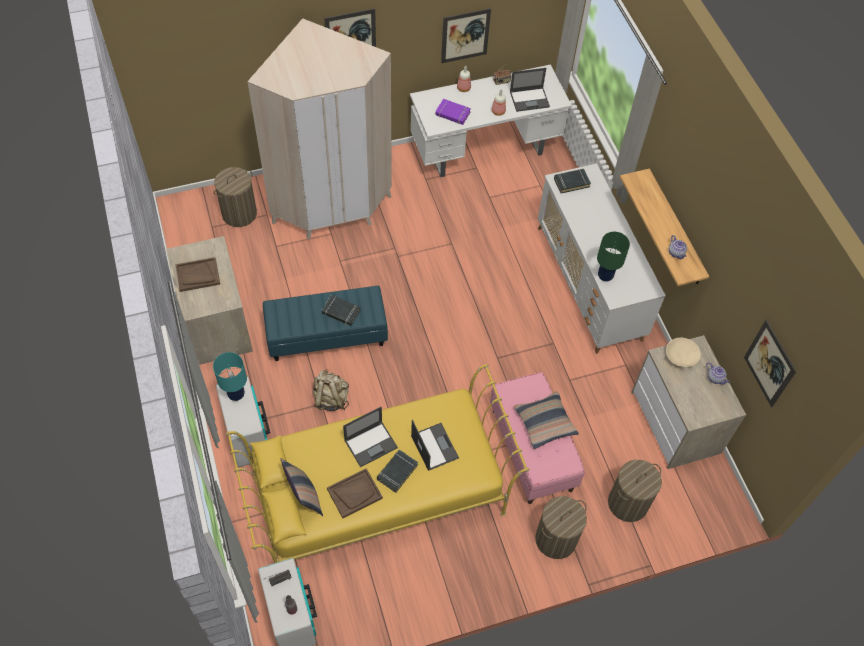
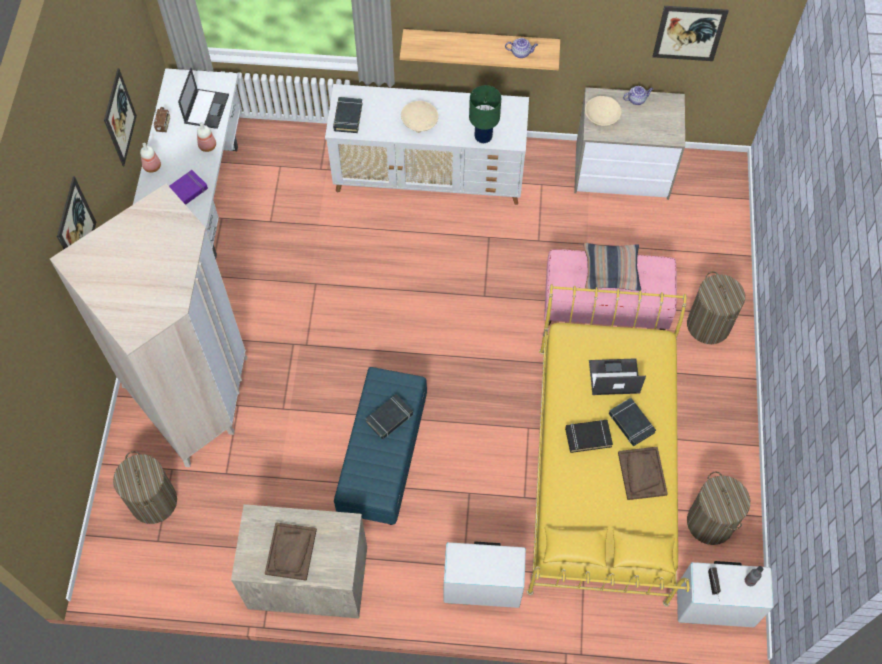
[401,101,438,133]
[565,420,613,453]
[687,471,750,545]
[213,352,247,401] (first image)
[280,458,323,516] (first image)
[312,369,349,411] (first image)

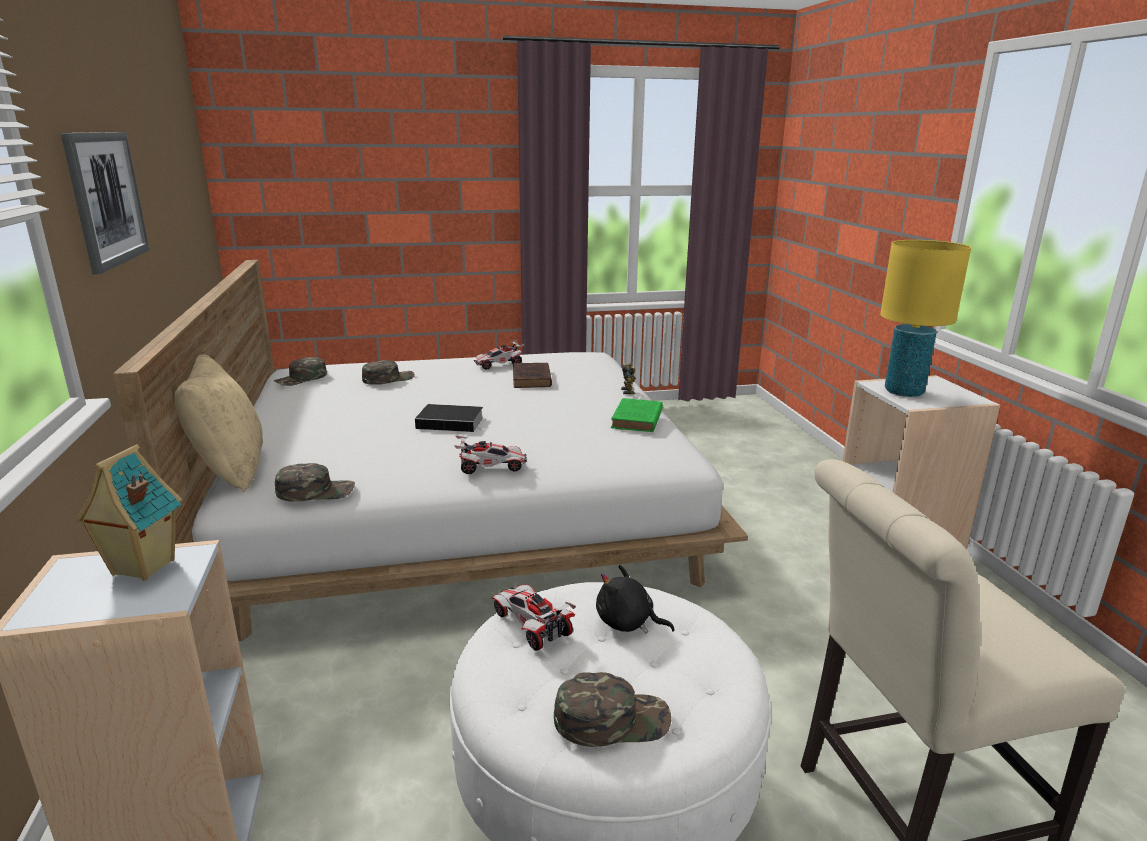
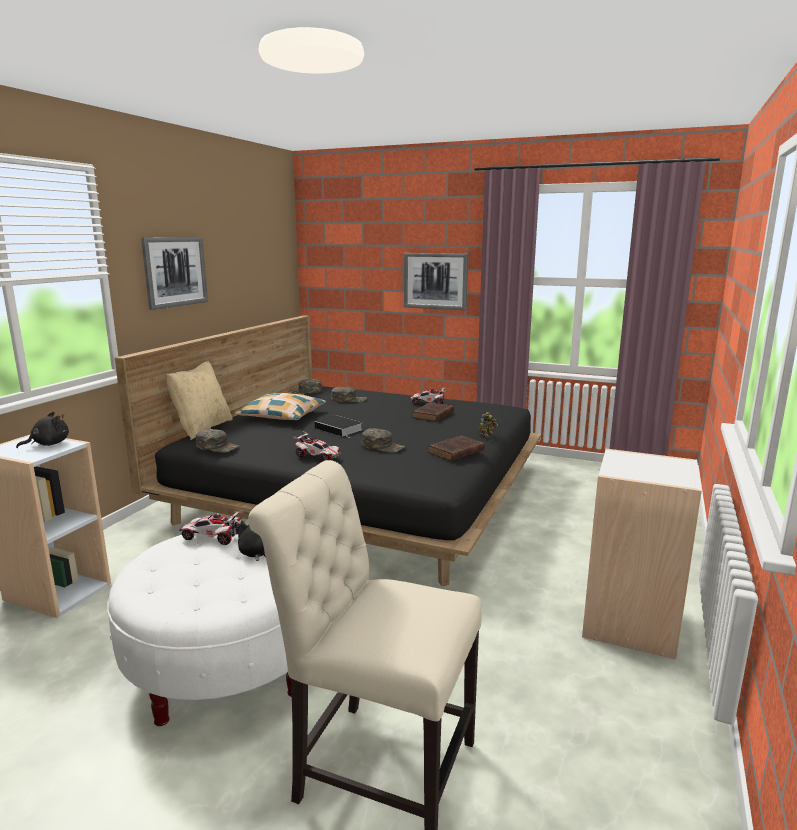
[16,412,69,448]
[115,315,541,586]
[179,510,244,545]
[235,393,326,420]
[361,428,405,453]
[404,253,468,310]
[428,435,485,461]
[880,240,971,397] (first image)

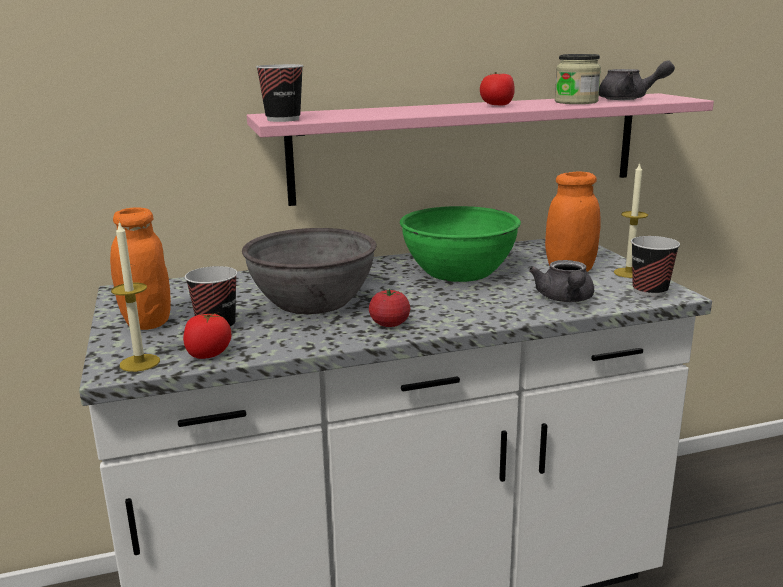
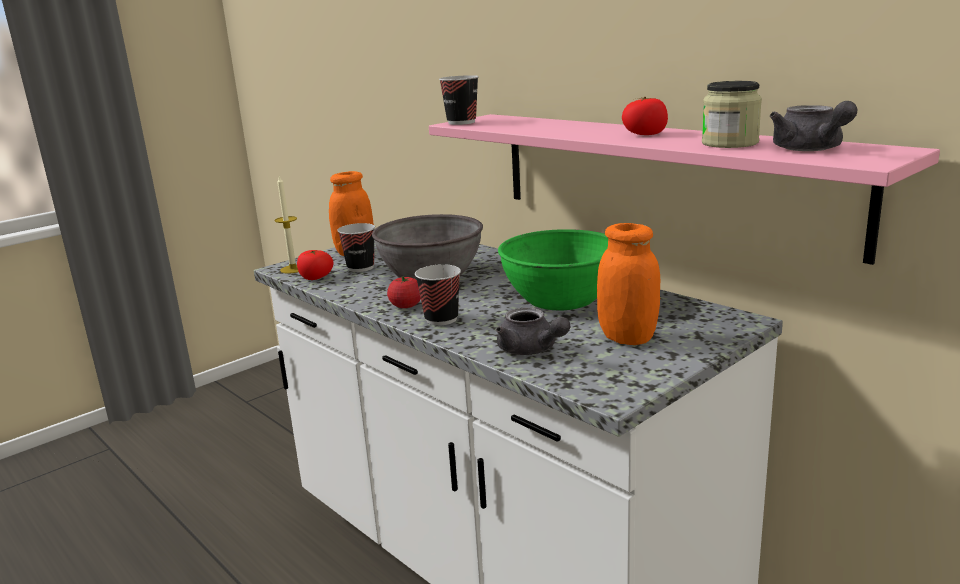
[415,264,461,325]
[496,307,570,355]
[614,163,648,278] (first image)

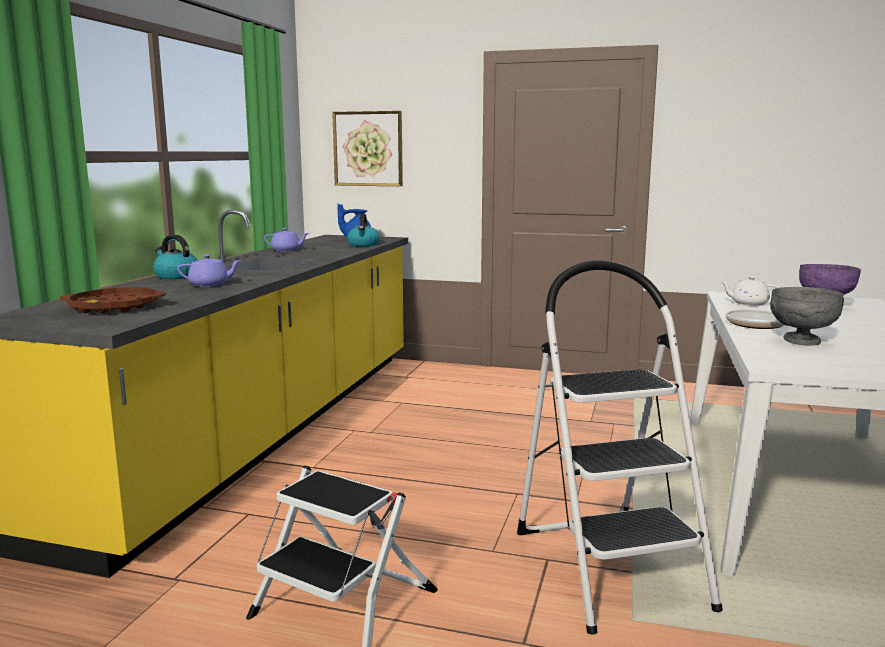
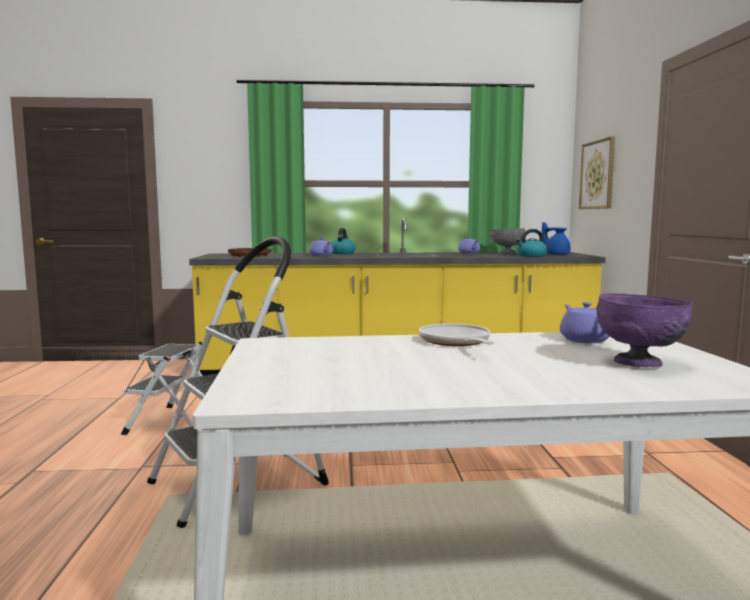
[491,228,525,254]
[560,302,610,343]

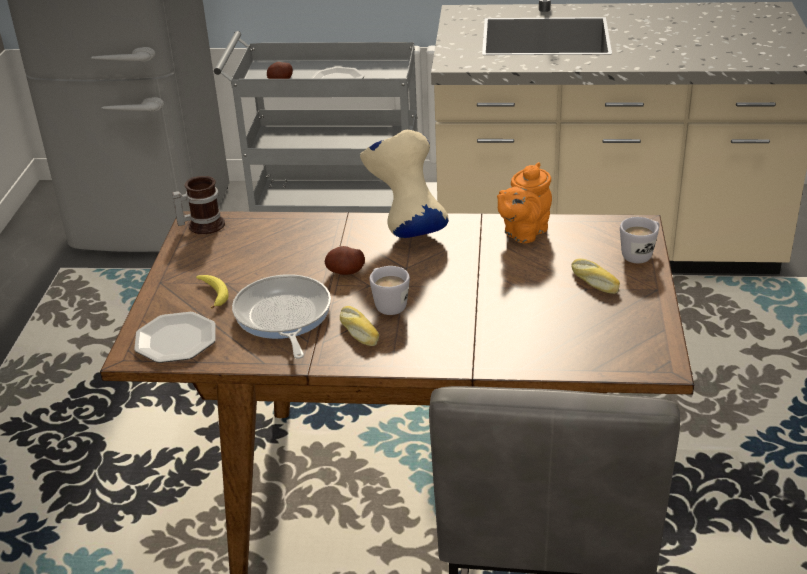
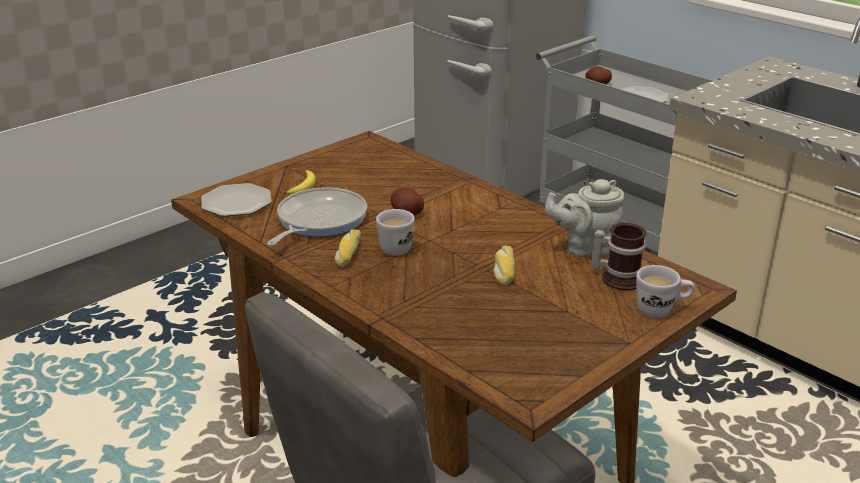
[493,246,515,286]
[545,179,624,257]
[591,223,646,290]
[360,130,449,238] (first image)

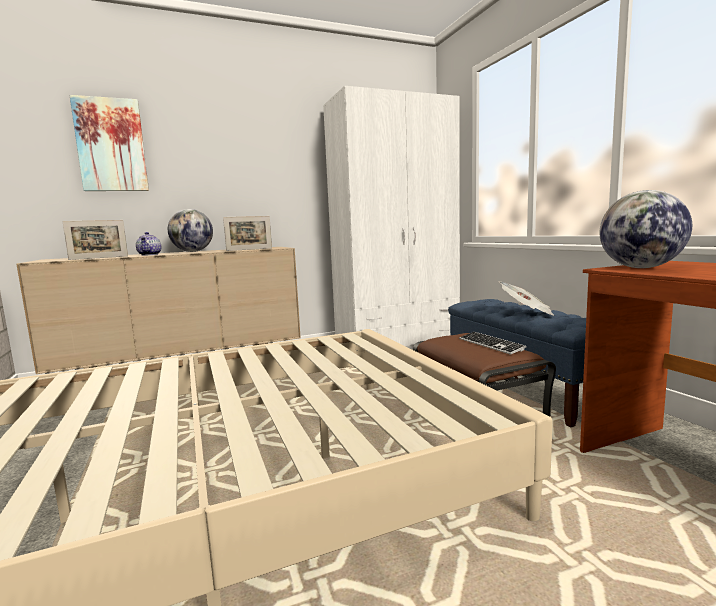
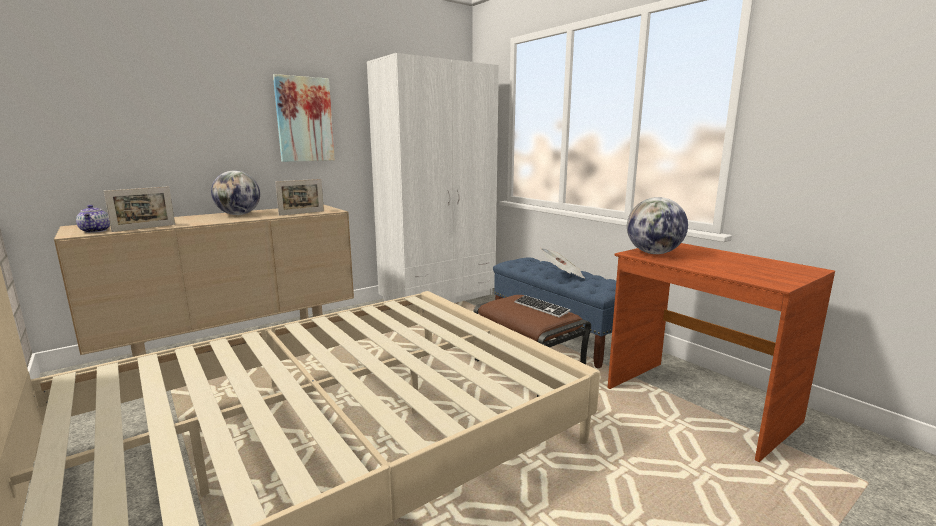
[76,205,110,233]
[273,74,335,162]

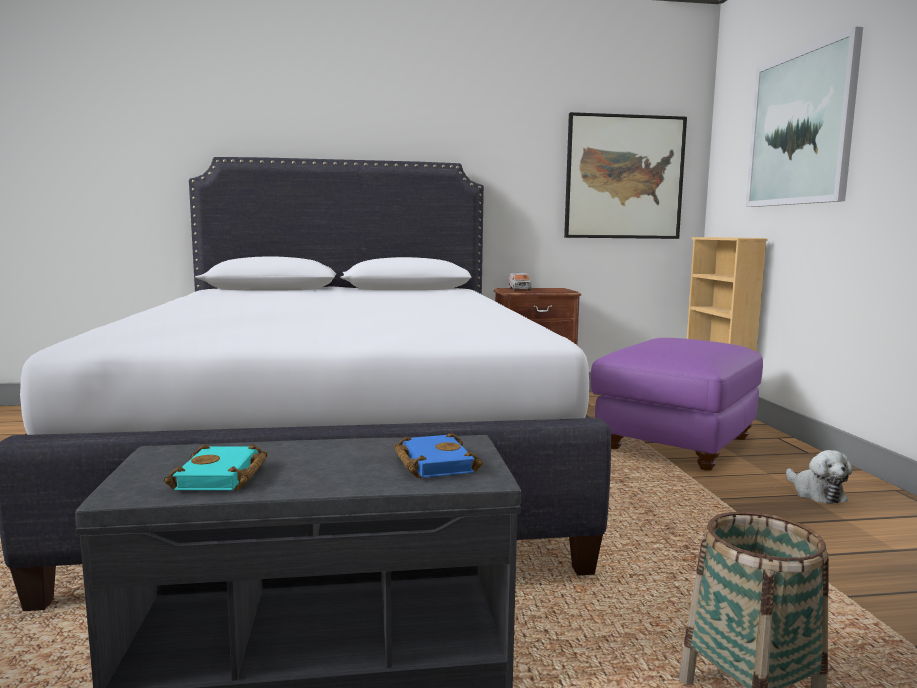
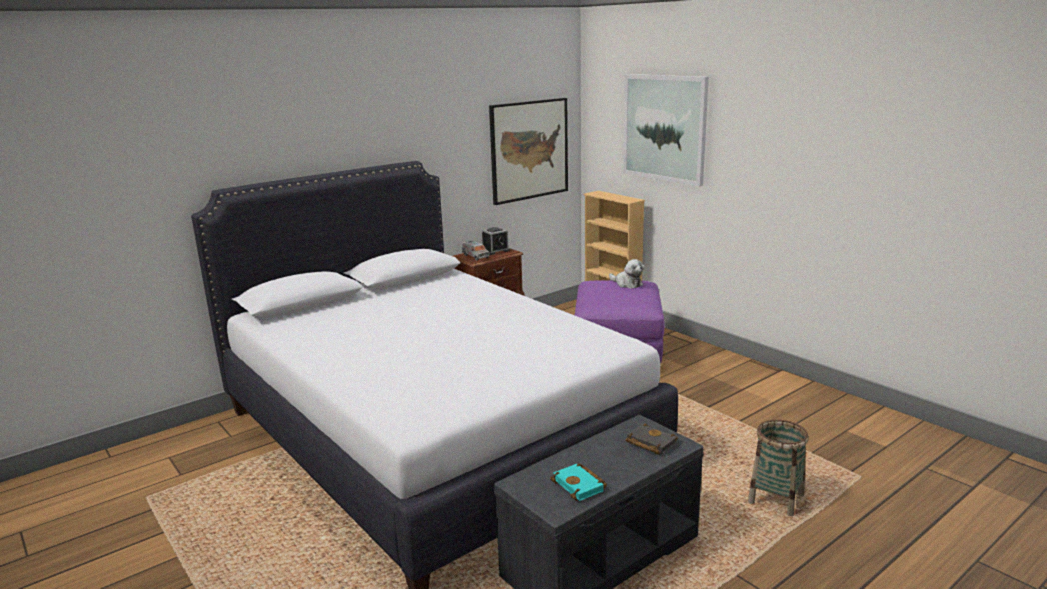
[482,227,510,255]
[609,259,644,288]
[626,424,678,455]

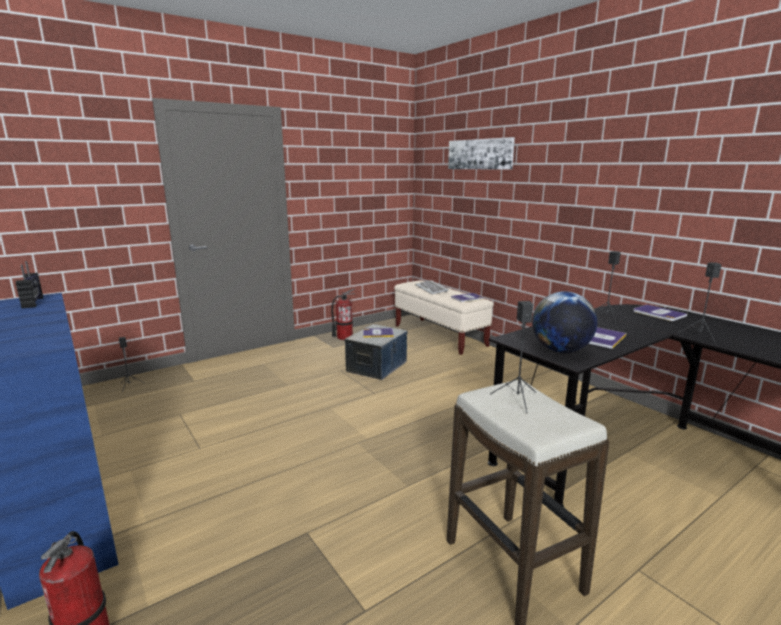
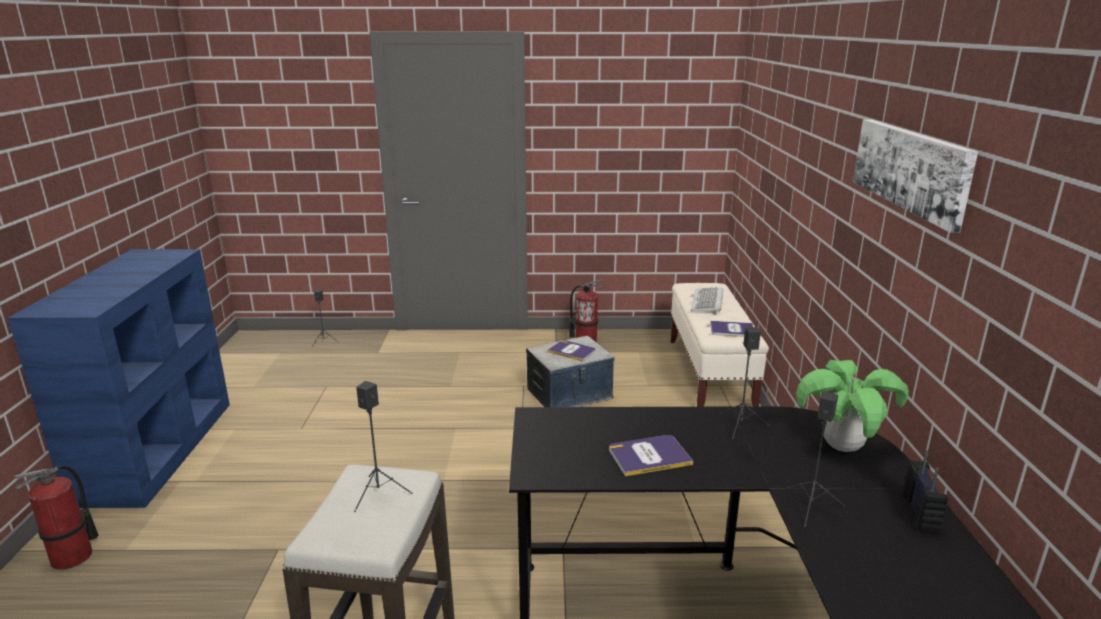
[796,360,909,452]
[853,119,978,232]
[902,450,948,535]
[532,291,597,353] (first image)

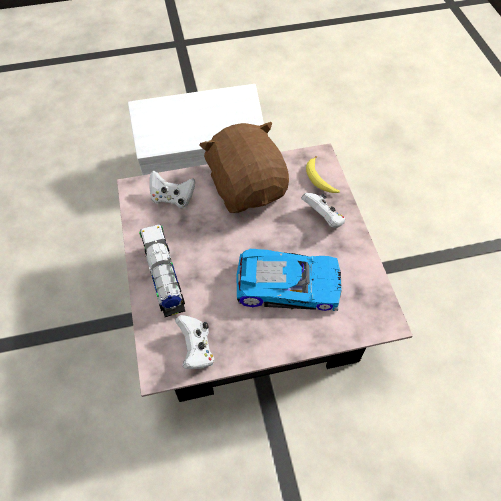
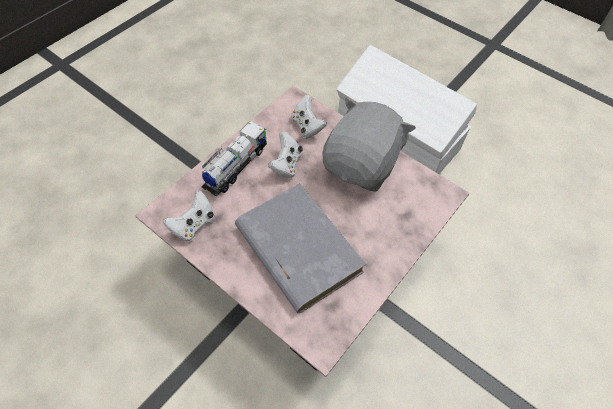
[235,183,366,313]
[268,132,303,178]
[322,97,416,192]
[306,156,340,193] (first image)

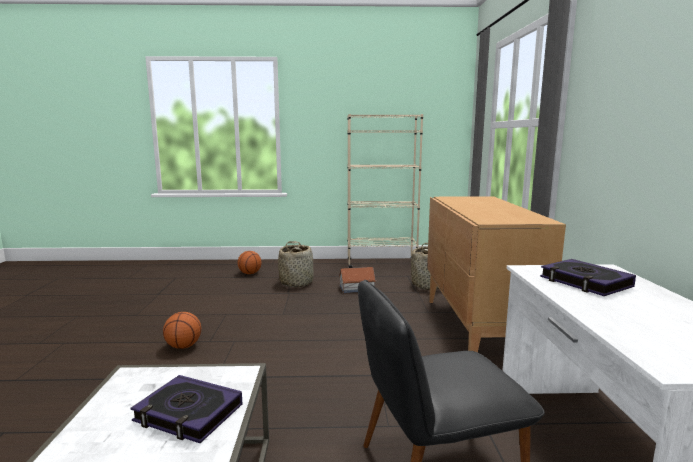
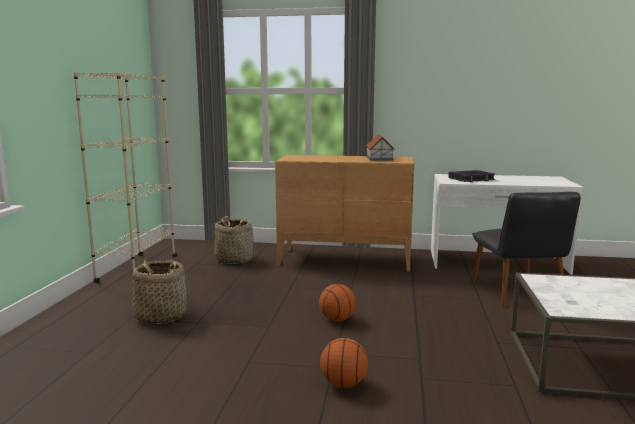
[319,284,356,322]
[366,134,395,161]
[130,375,243,443] (first image)

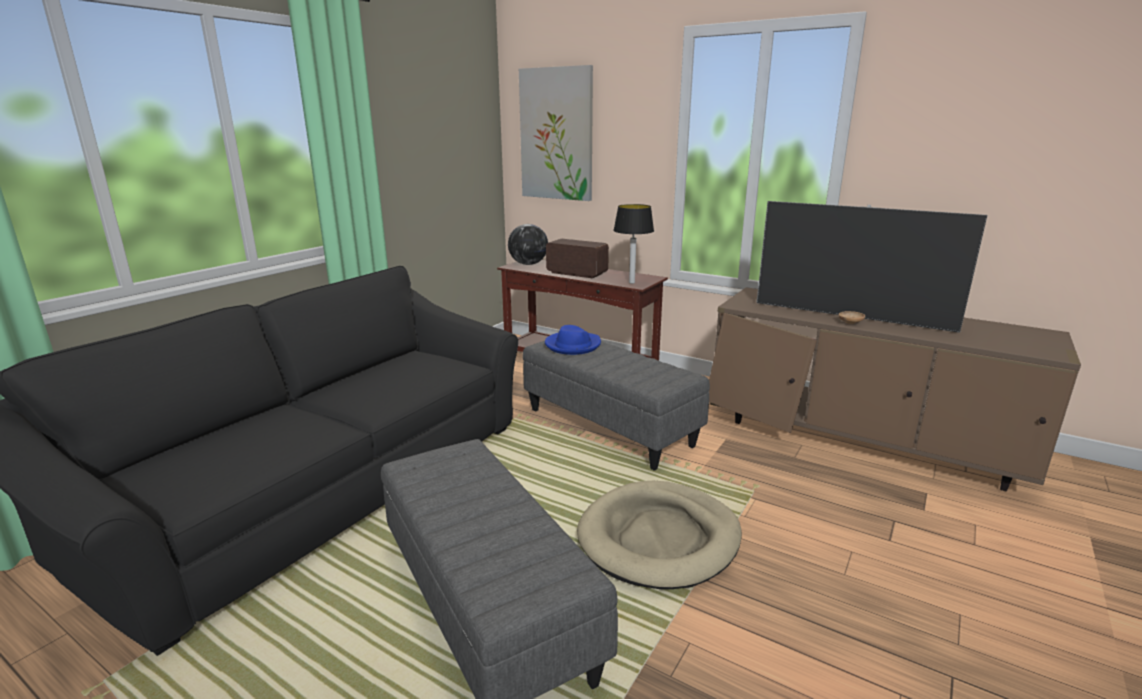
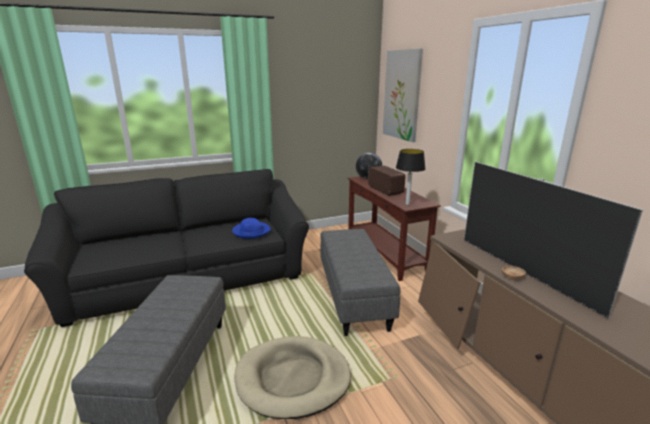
[232,218,271,239]

